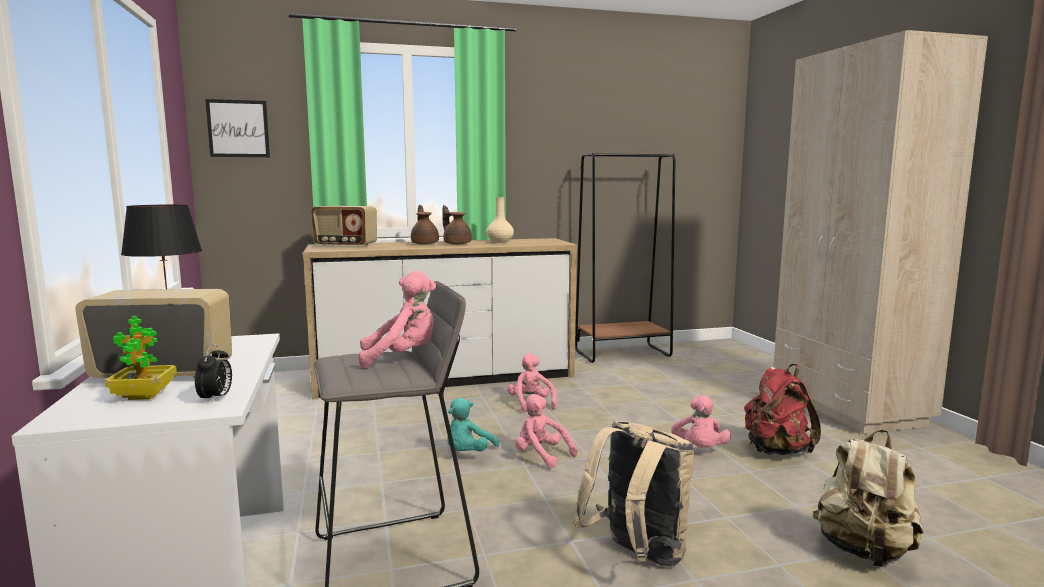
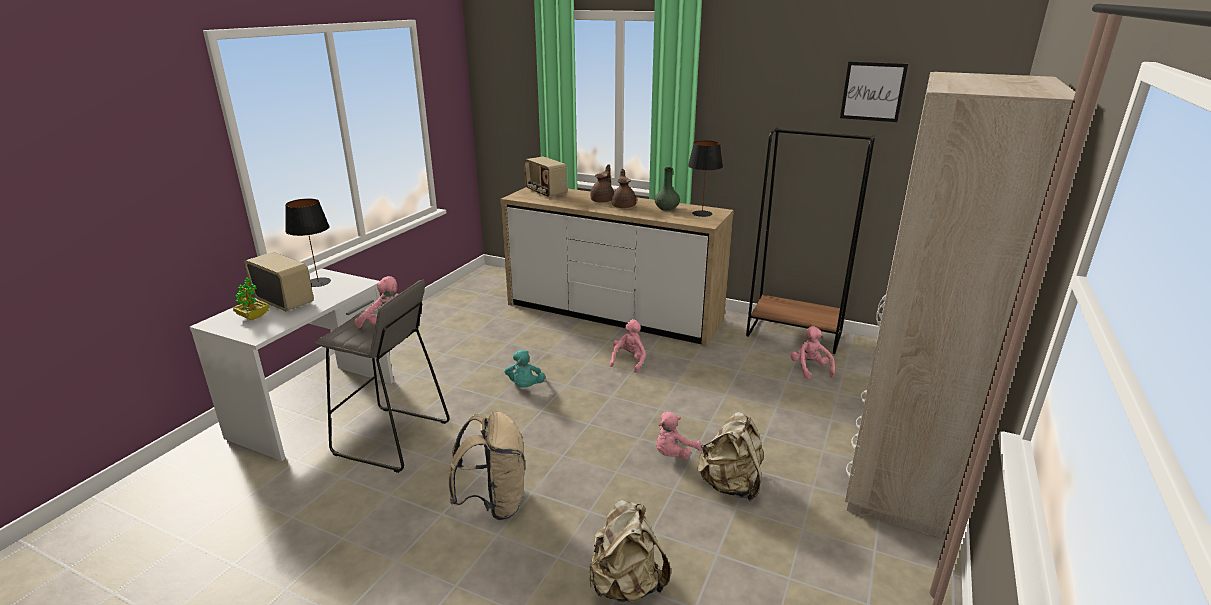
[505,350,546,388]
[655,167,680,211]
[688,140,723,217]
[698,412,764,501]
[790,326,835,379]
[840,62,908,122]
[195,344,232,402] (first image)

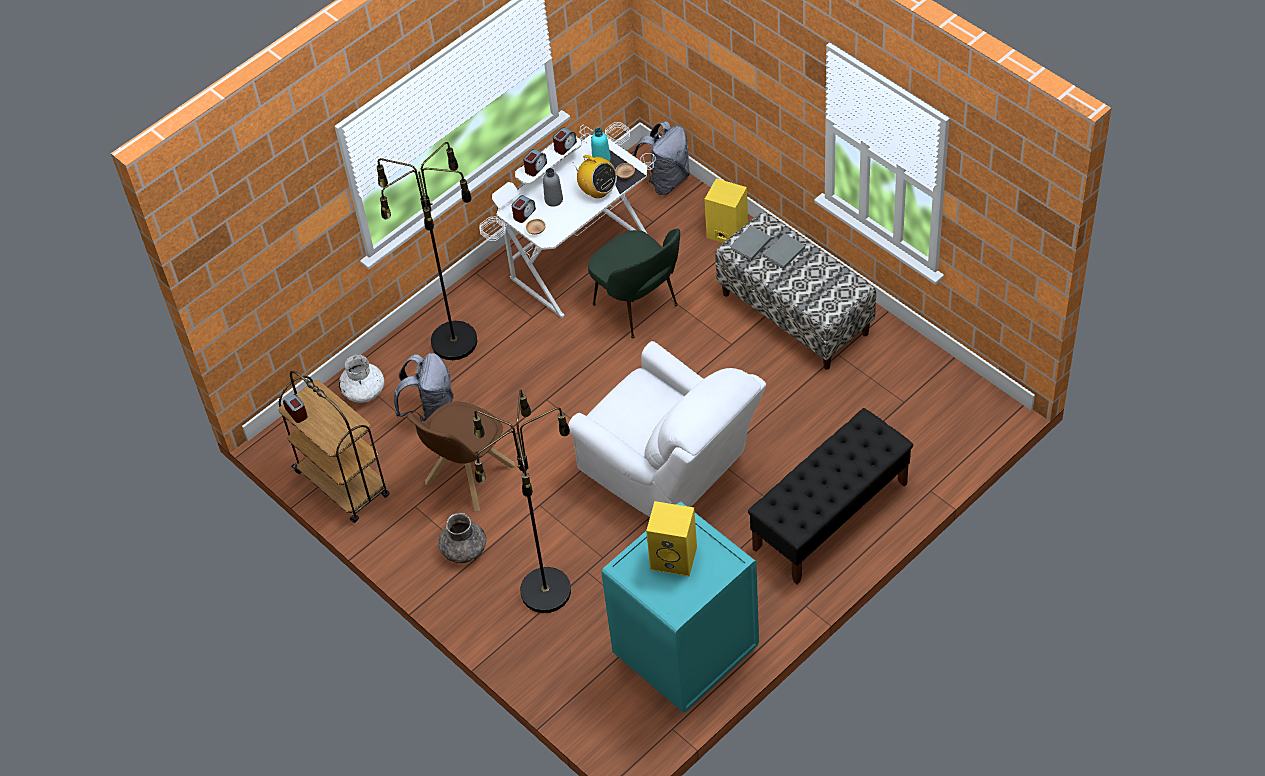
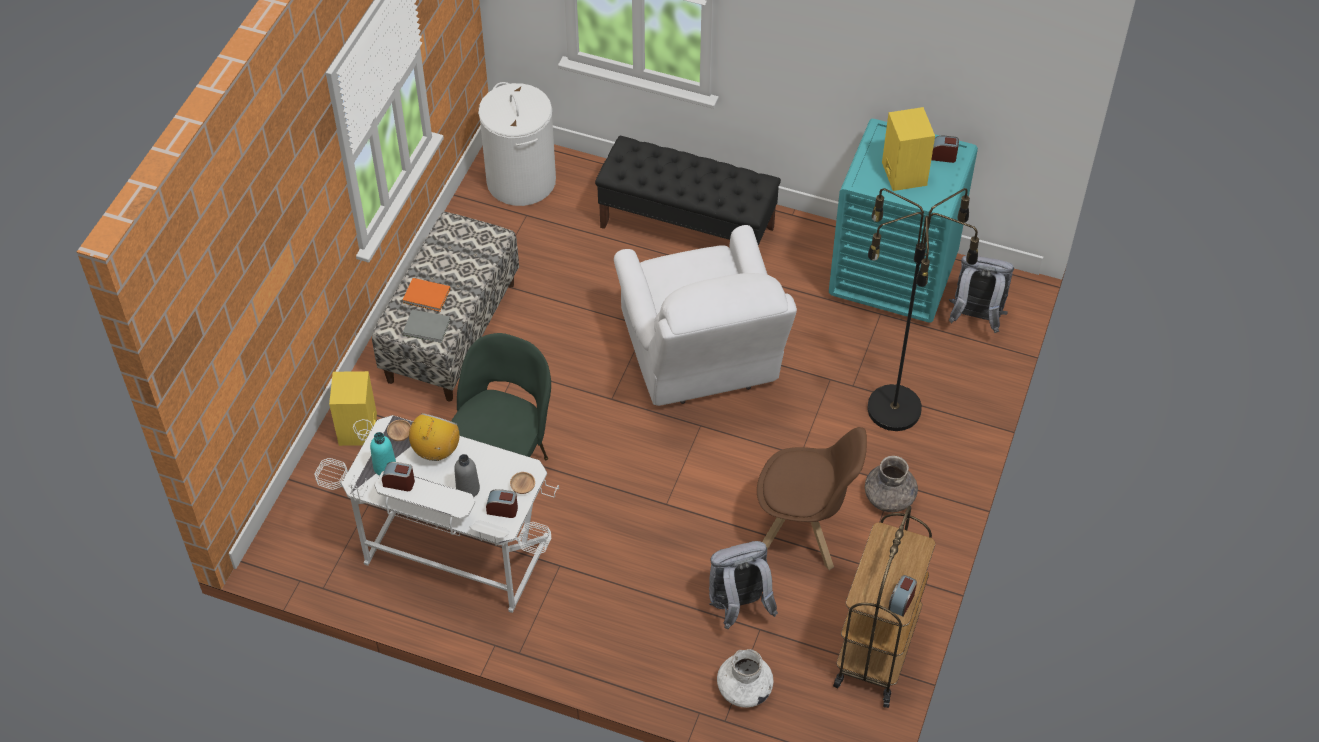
[403,278,450,312]
[478,82,556,206]
[614,225,797,406]
[931,136,959,163]
[949,255,1014,333]
[377,142,478,360] (first image)

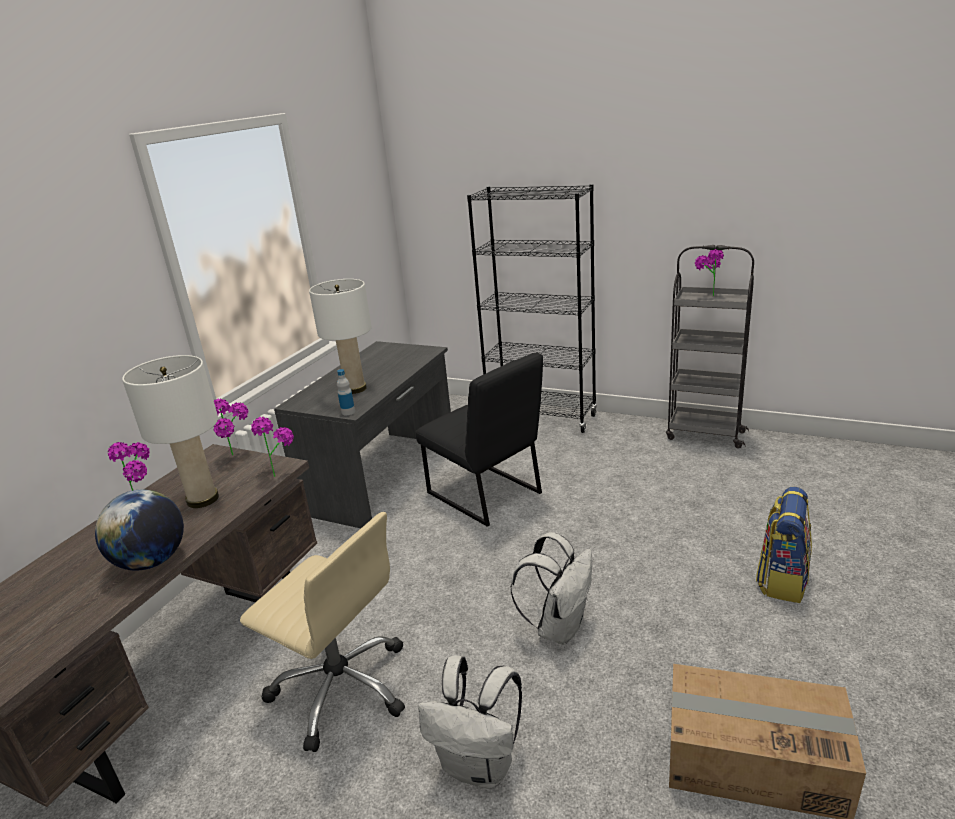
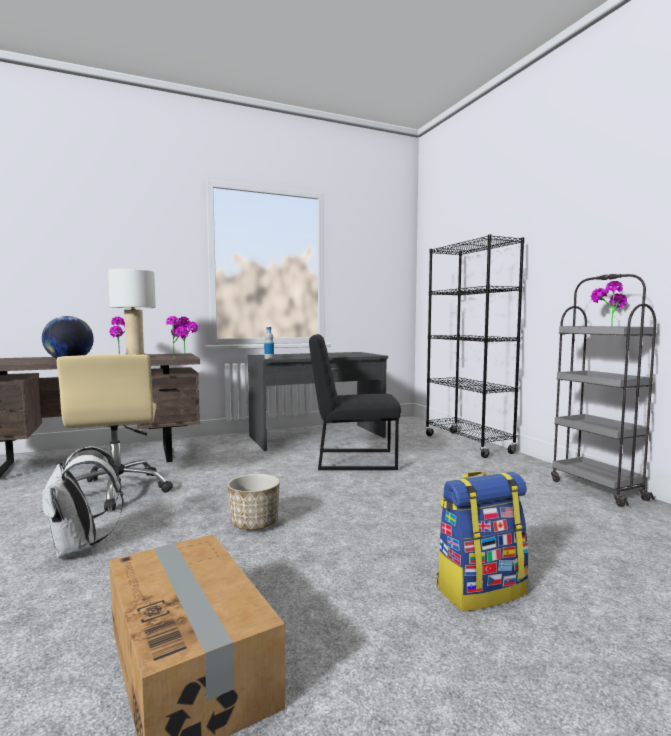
[227,474,280,530]
[309,334,401,470]
[309,279,372,394] (first image)

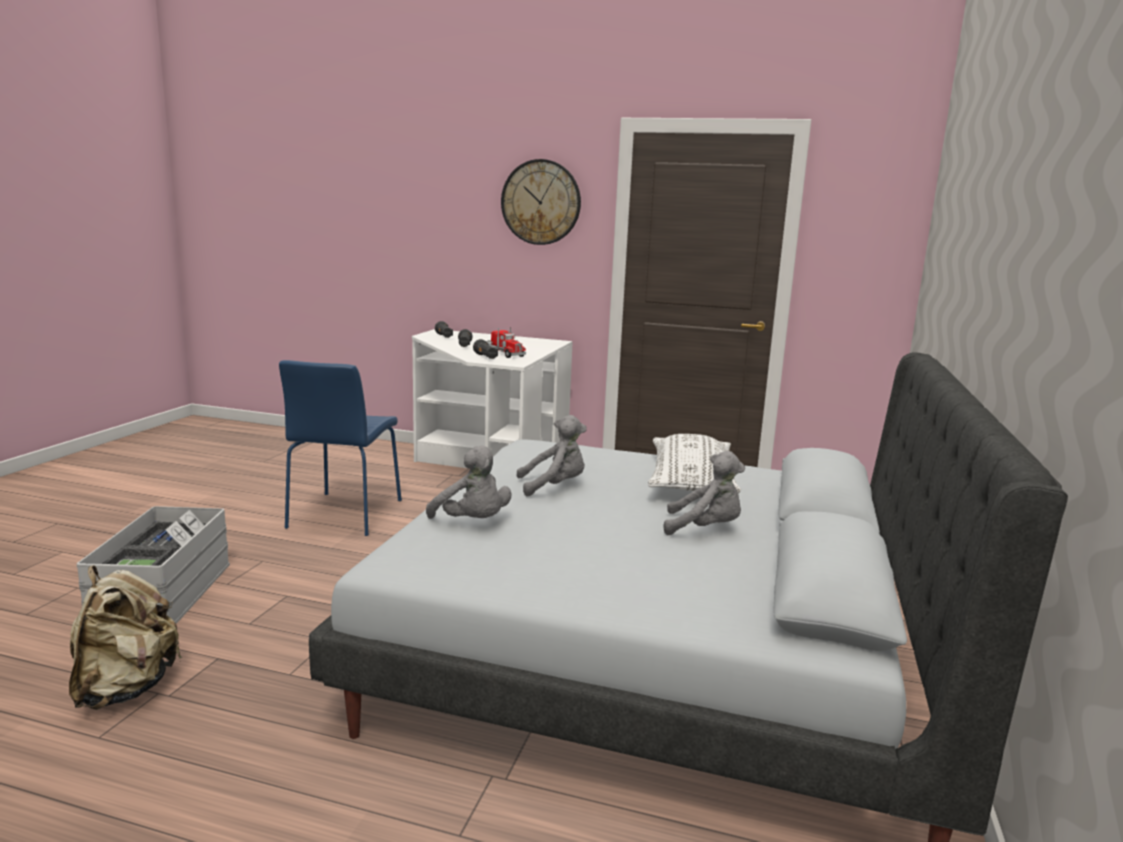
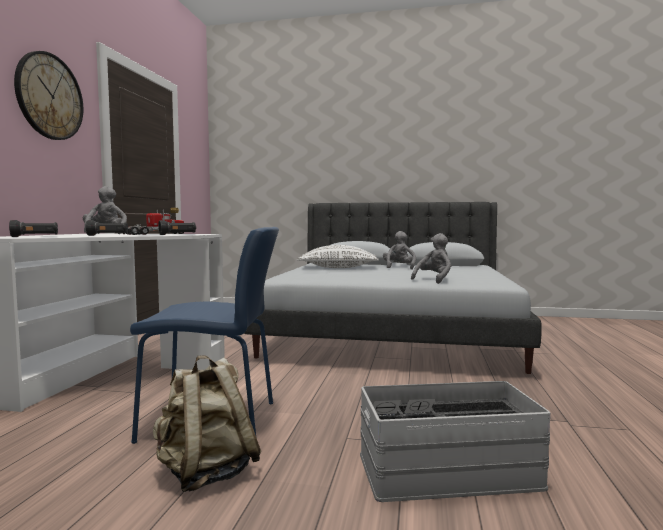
[83,186,127,234]
[153,355,262,492]

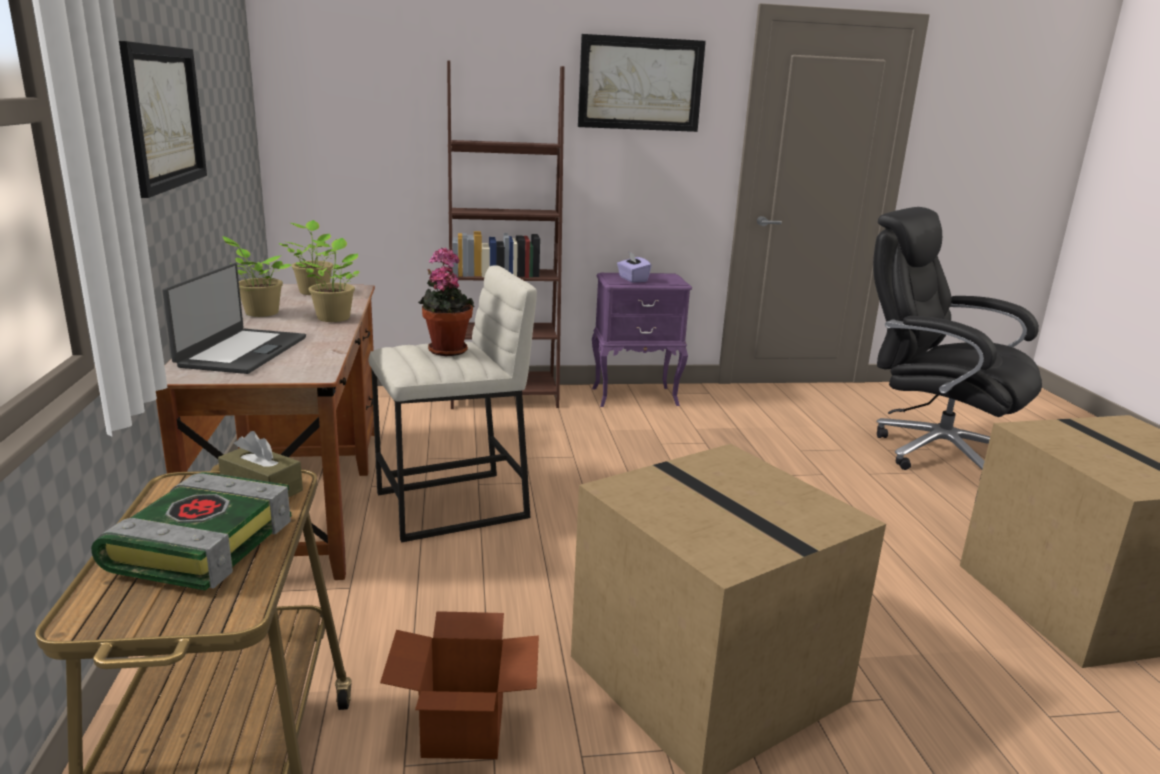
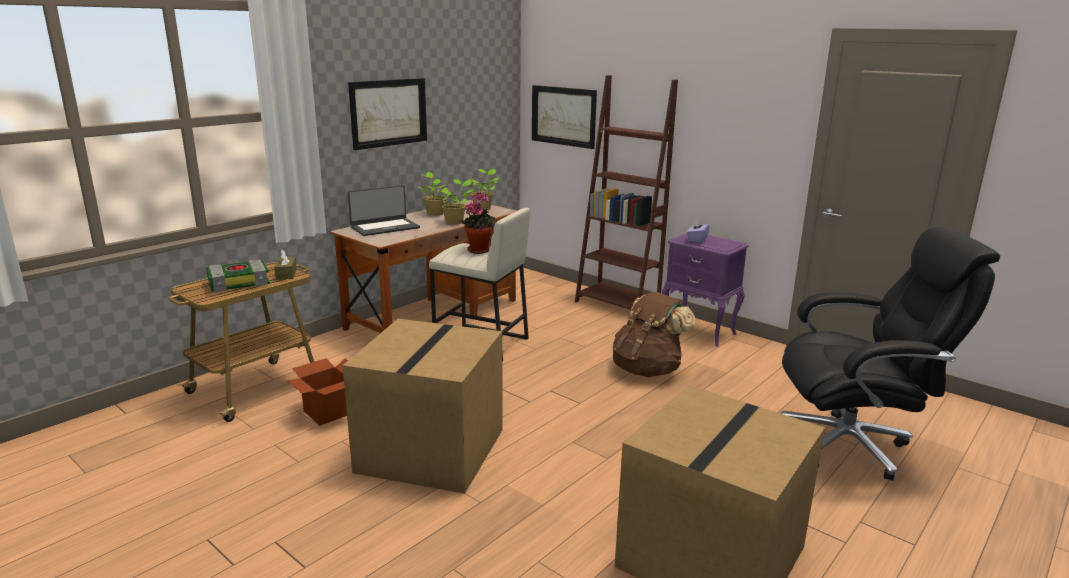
[532,85,597,149]
[613,292,696,377]
[780,226,1000,481]

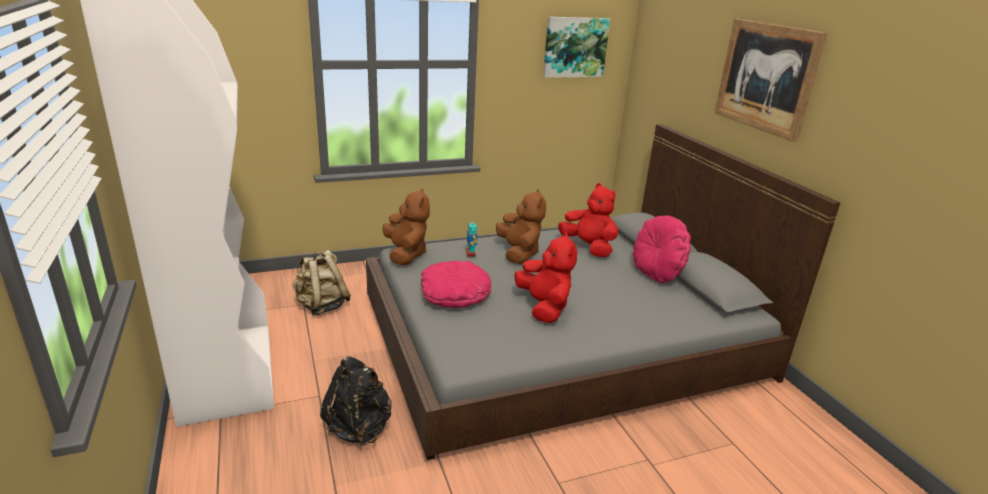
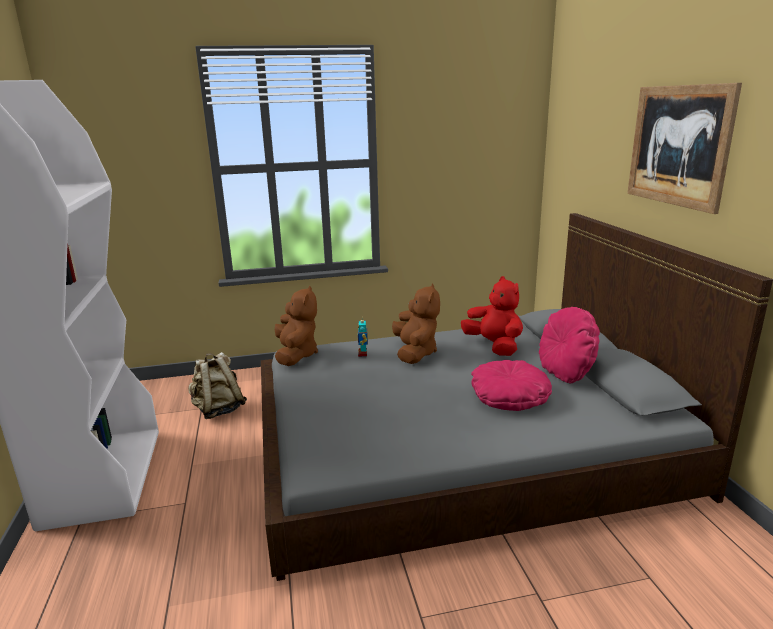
[471,360,552,411]
[320,357,392,446] (first image)
[515,232,577,323] (first image)
[543,17,610,78] (first image)

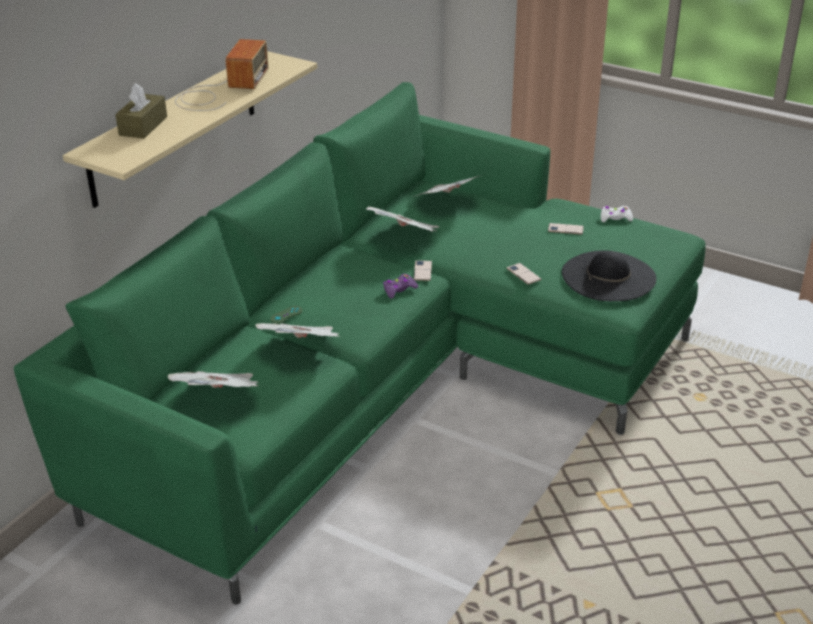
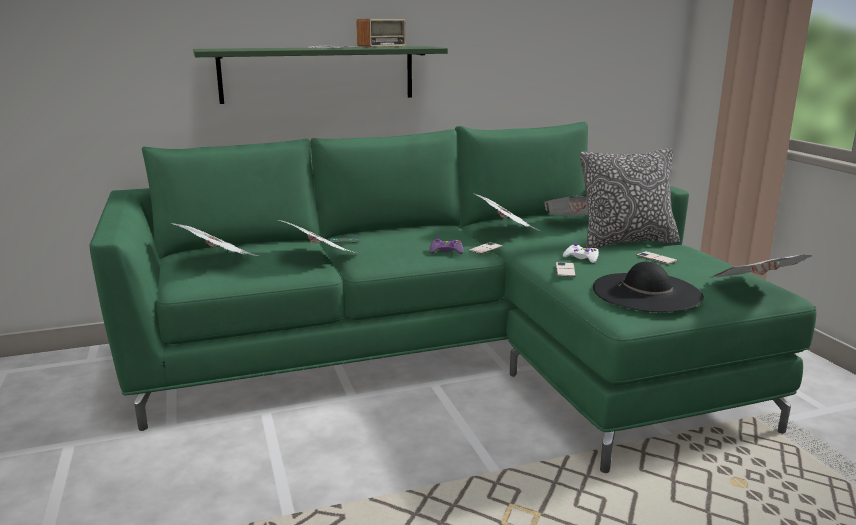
[193,46,448,104]
[563,243,599,263]
[580,148,680,249]
[711,254,812,278]
[115,83,167,139] (first image)

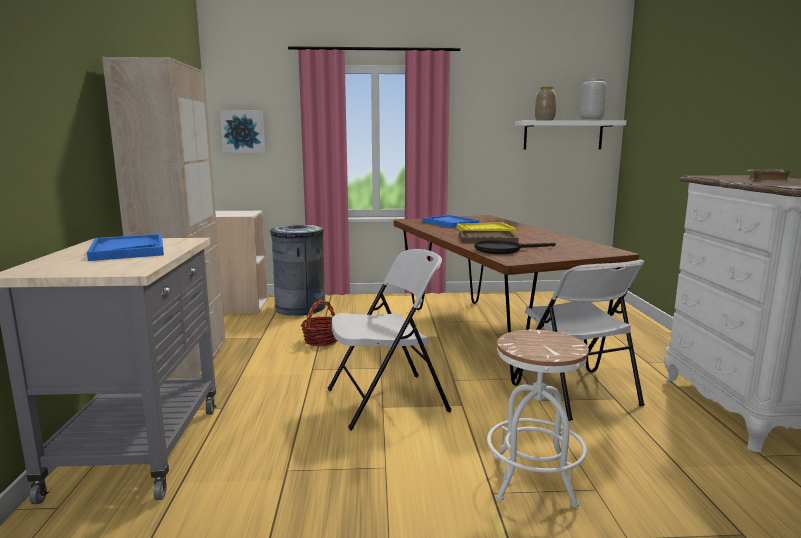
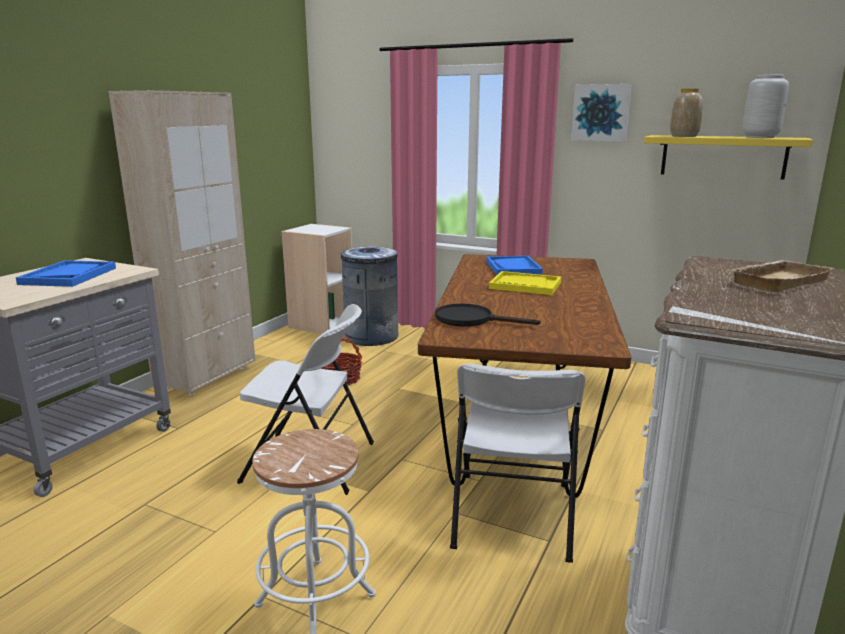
[571,84,632,142]
[644,135,813,180]
[459,230,519,243] (first image)

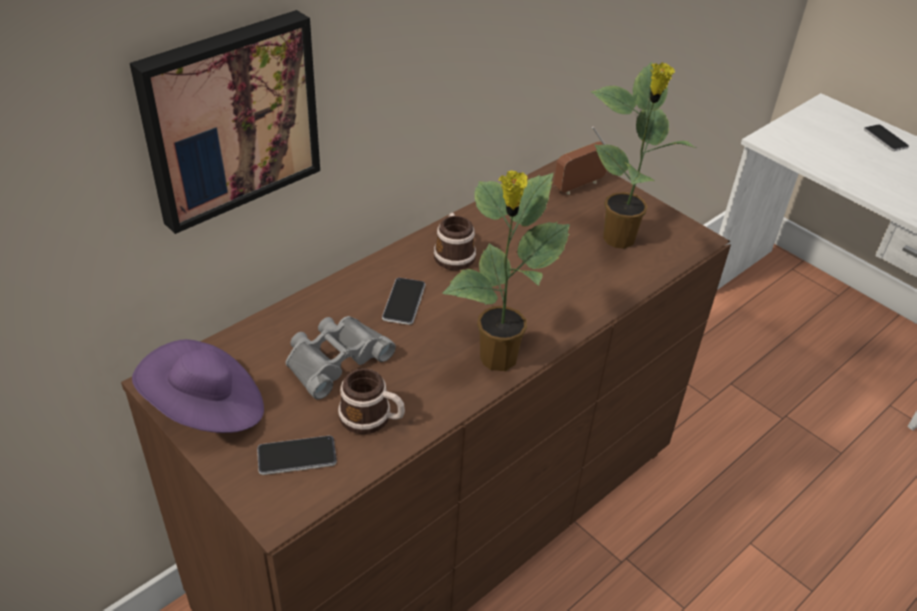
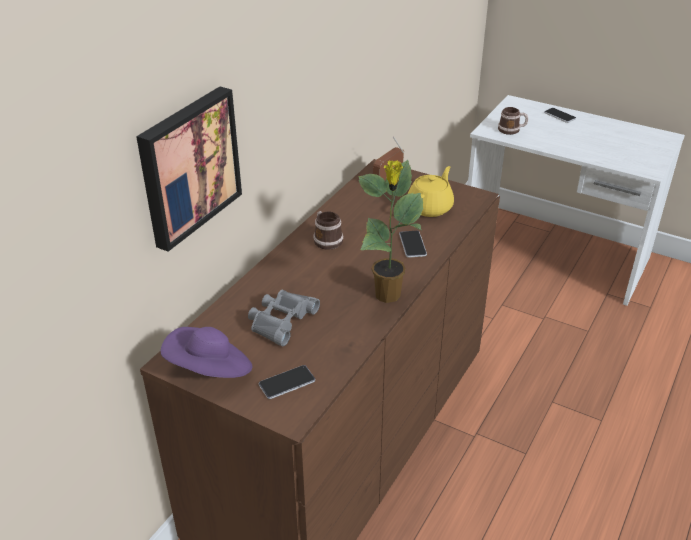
[399,231,427,258]
[408,166,454,217]
[498,107,528,135]

